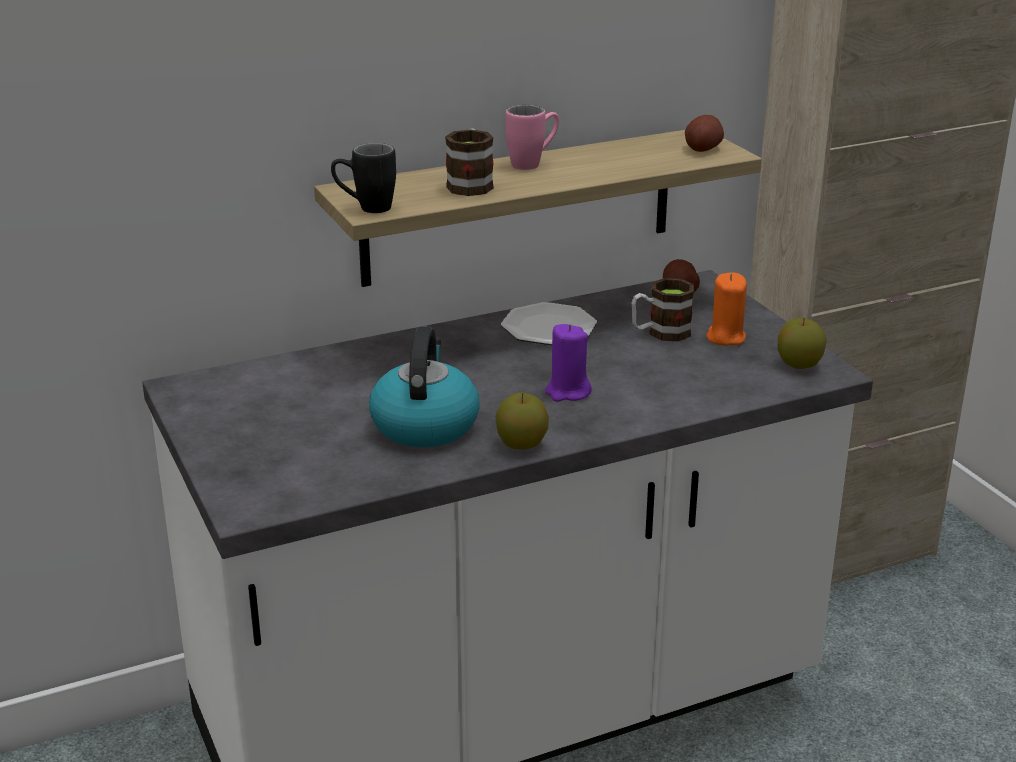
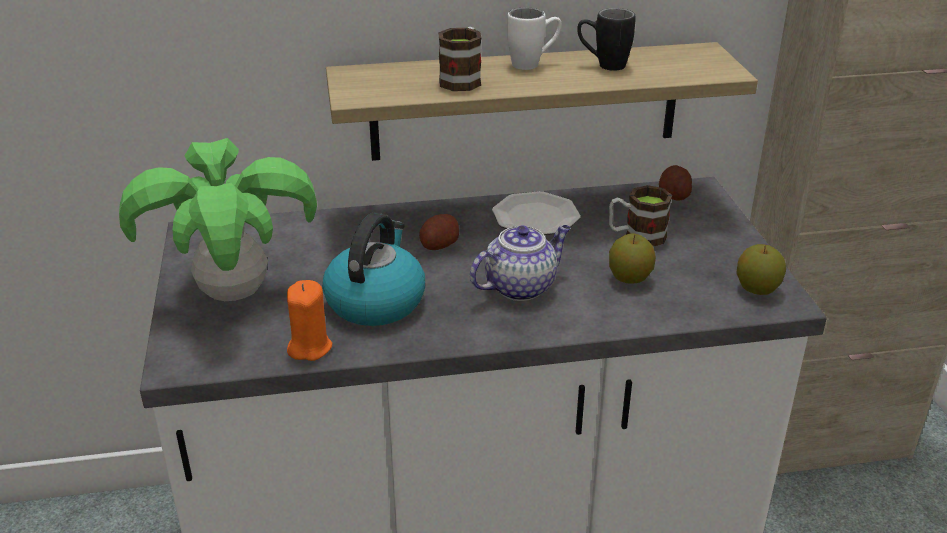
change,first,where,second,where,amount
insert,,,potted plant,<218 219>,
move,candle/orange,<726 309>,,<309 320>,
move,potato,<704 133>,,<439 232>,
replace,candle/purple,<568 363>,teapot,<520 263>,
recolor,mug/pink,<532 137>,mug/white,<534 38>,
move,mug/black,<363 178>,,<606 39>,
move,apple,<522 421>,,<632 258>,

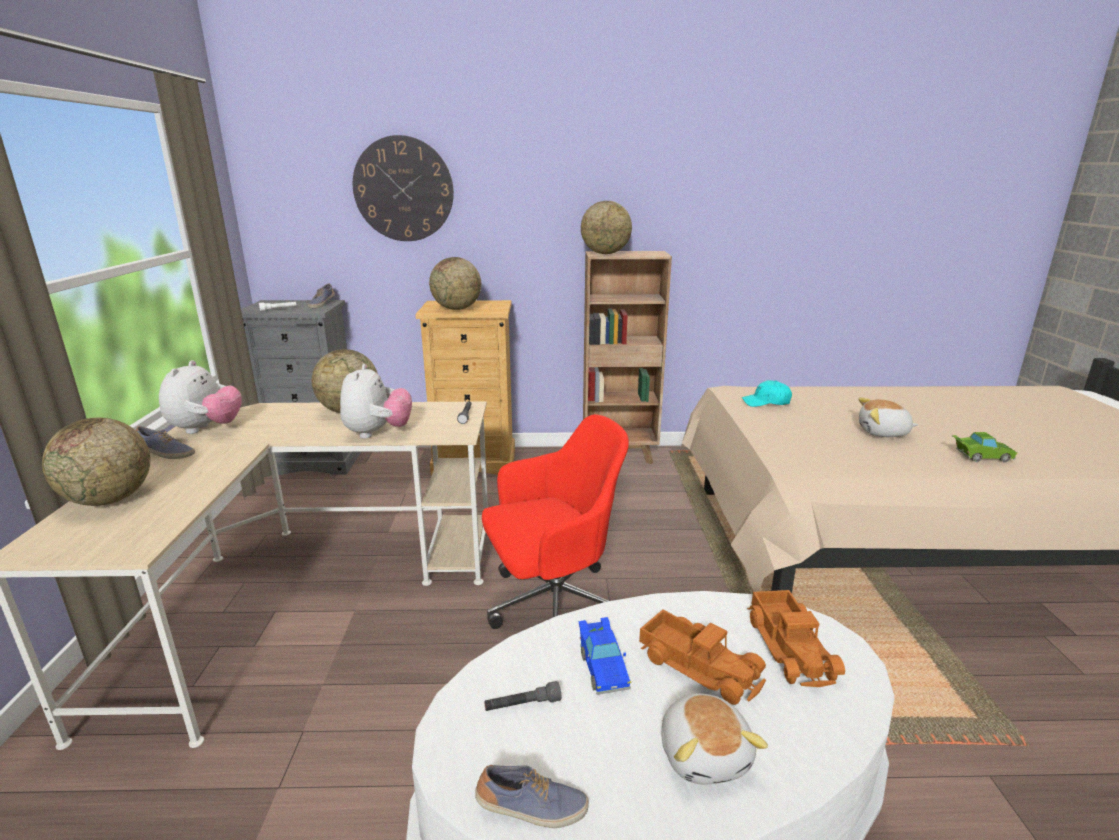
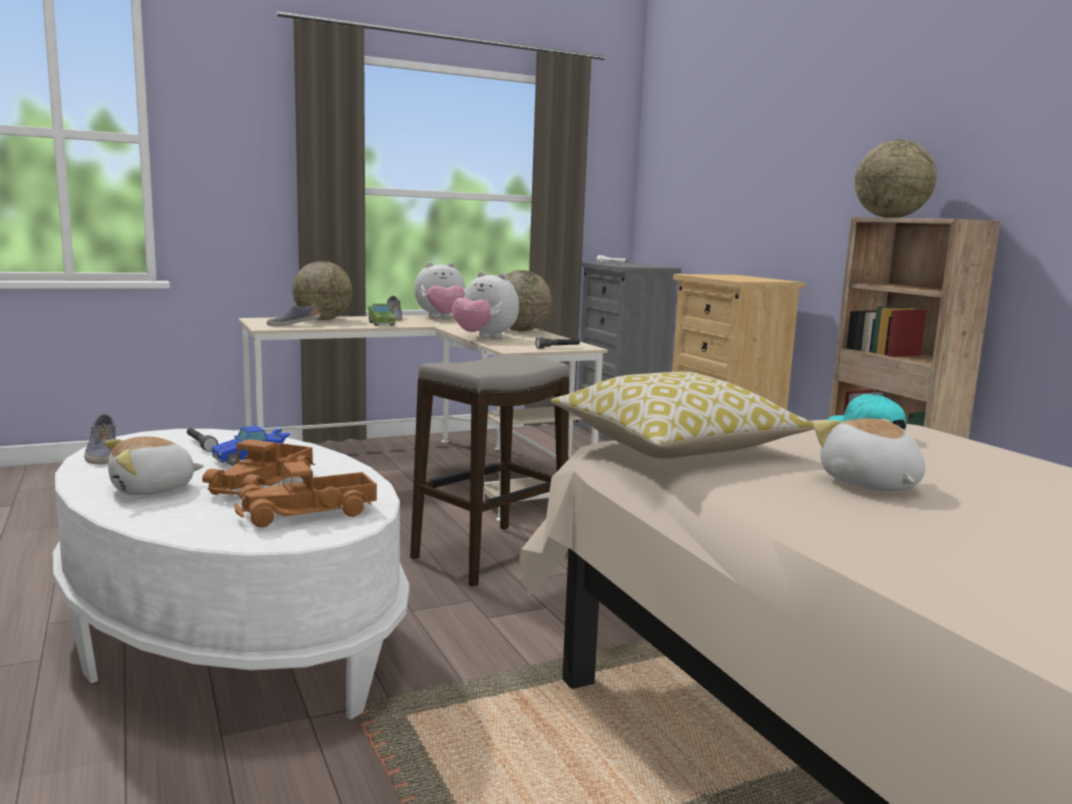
change,first,where,second,where,amount
move,shoe,<321 295>,,<293 314>,
move,toy car/green,<985 447>,,<381 315>,
replace,office chair/red,<555 521>,stool,<489 470>,
rotate,plush toy,<376 401>,,<485 305>,60 degrees clockwise
insert,,,pillow,<682 415>,
delete,wall clock,<403 188>,,,
delete,globe,<455 283>,,,

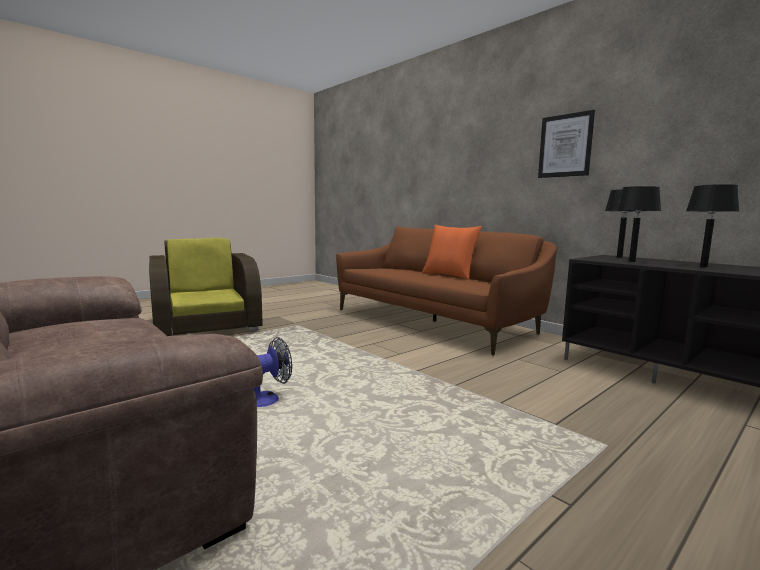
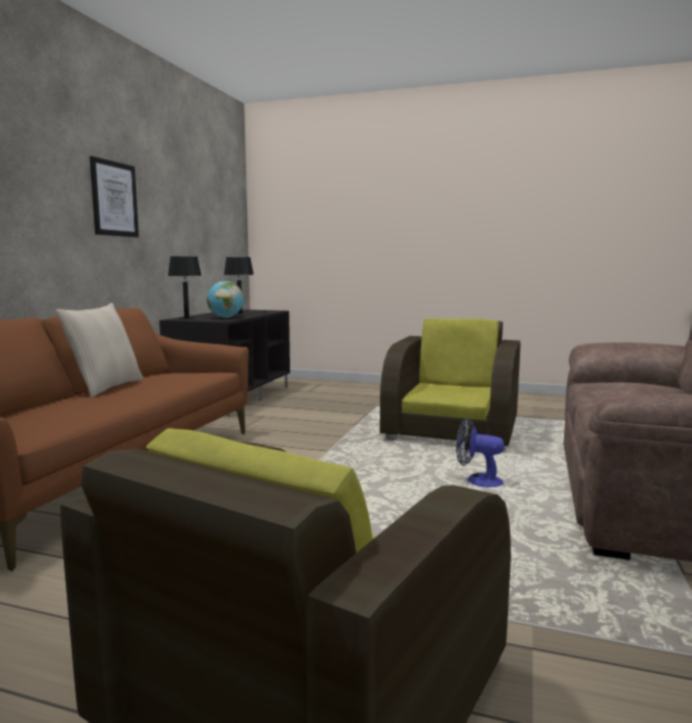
change,first,where,second,where,amount
recolor,pillow/orange,<452 252>,pillow/beige,<100 350>,
replace,table lamp/black,<638 224>,globe,<225 299>,
insert,,,armchair/brown,<450 384>,

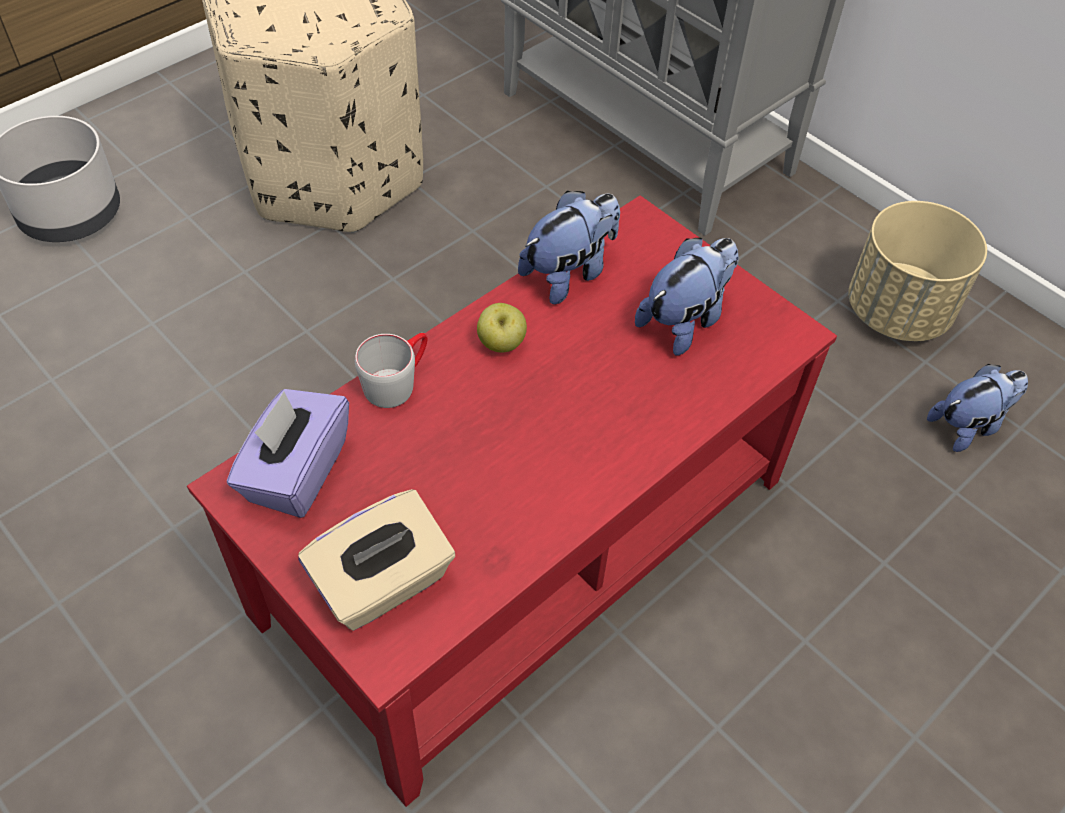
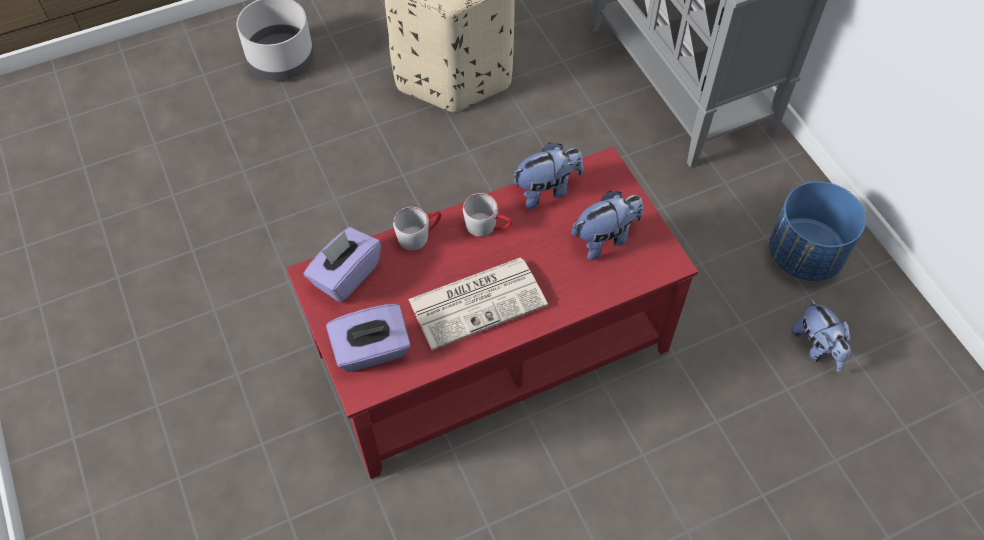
change,first,where,second,where,amount
recolor,tissue box/beige,<376 560>,tissue box/purple,<368 338>,
insert,,,newspaper,<478 304>,
replace,apple,<502 327>,mug/grey,<487 215>,
recolor,planter/beige,<917 271>,planter/blue,<817 231>,
rotate,plush toy,<977 408>,,<821 335>,75 degrees clockwise

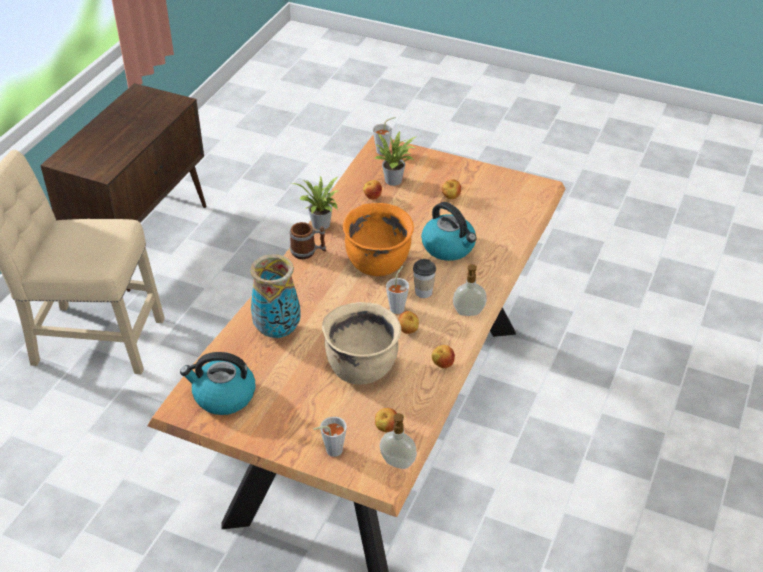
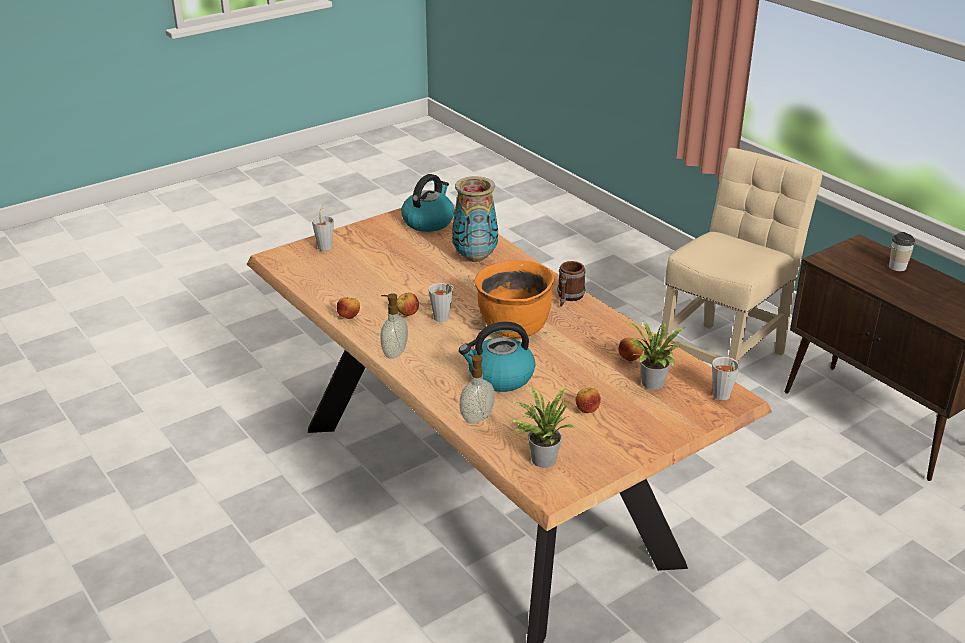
change,first,where,second,where,amount
move,soap dispenser,<398 441>,,<477 389>,
move,potted plant,<315 203>,,<542 426>,
move,cup,<424 278>,,<902 251>,
delete,cooking pot/beige,<361 343>,,,
delete,apple,<386 420>,,,

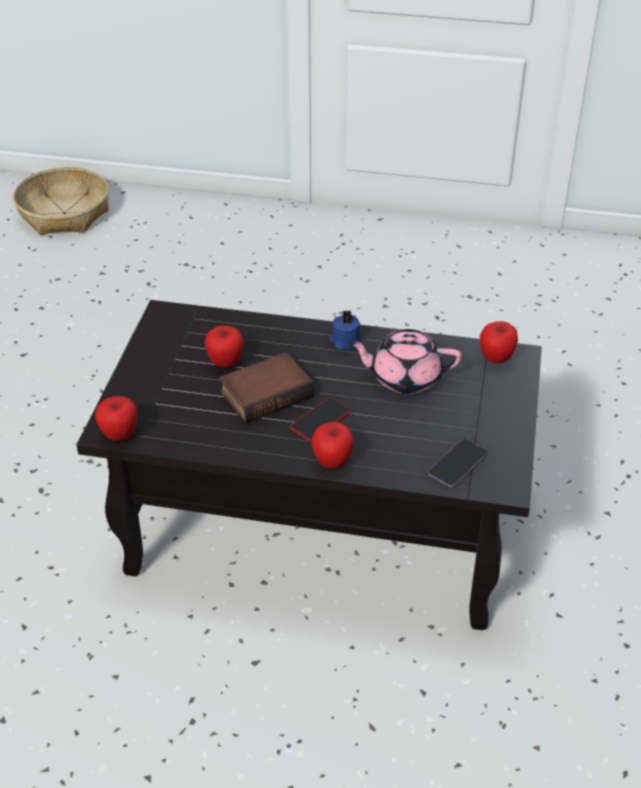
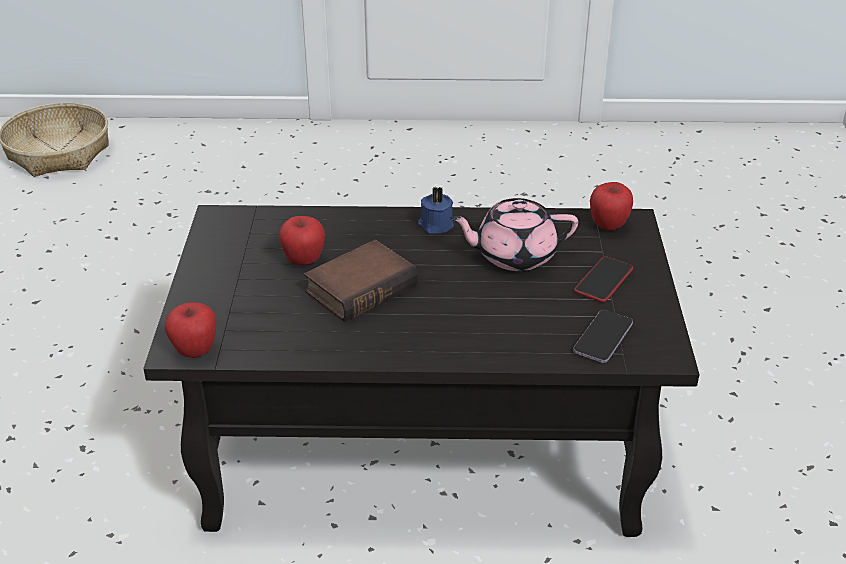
change,first,where,second,where,amount
move,phone,<320 419>,,<603 279>,
delete,apple,<333 445>,,,

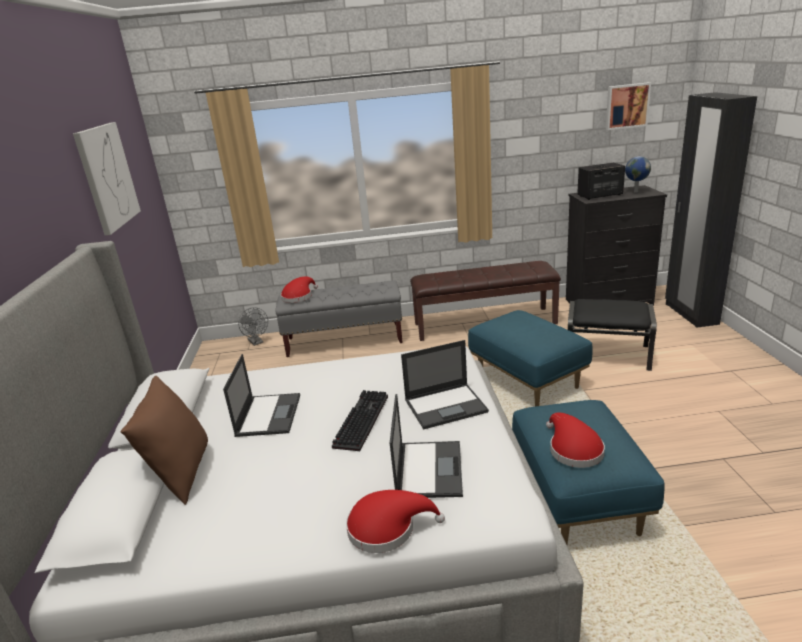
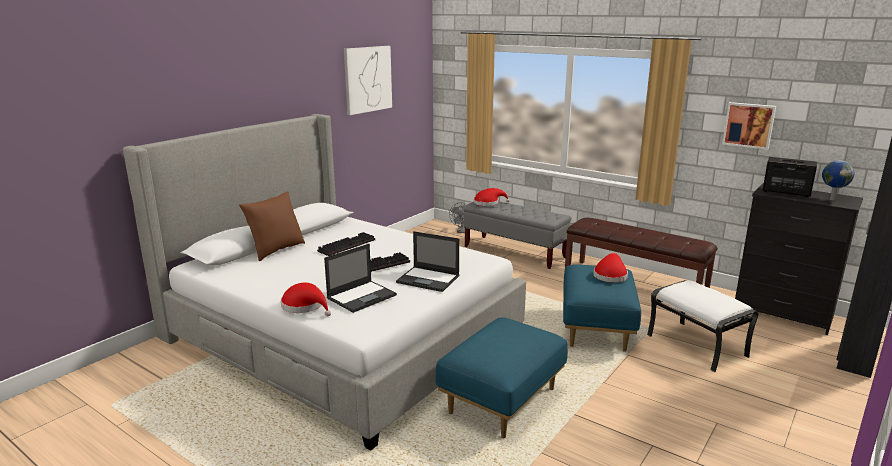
change,first,where,second,where,amount
replace,laptop,<261 395>,keyboard,<346 244>,
move,hat/red,<575 440>,,<610 268>,
recolor,ottoman/black,<612 335>,ottoman/white,<702 326>,
move,picture,<628 106>,,<749 126>,

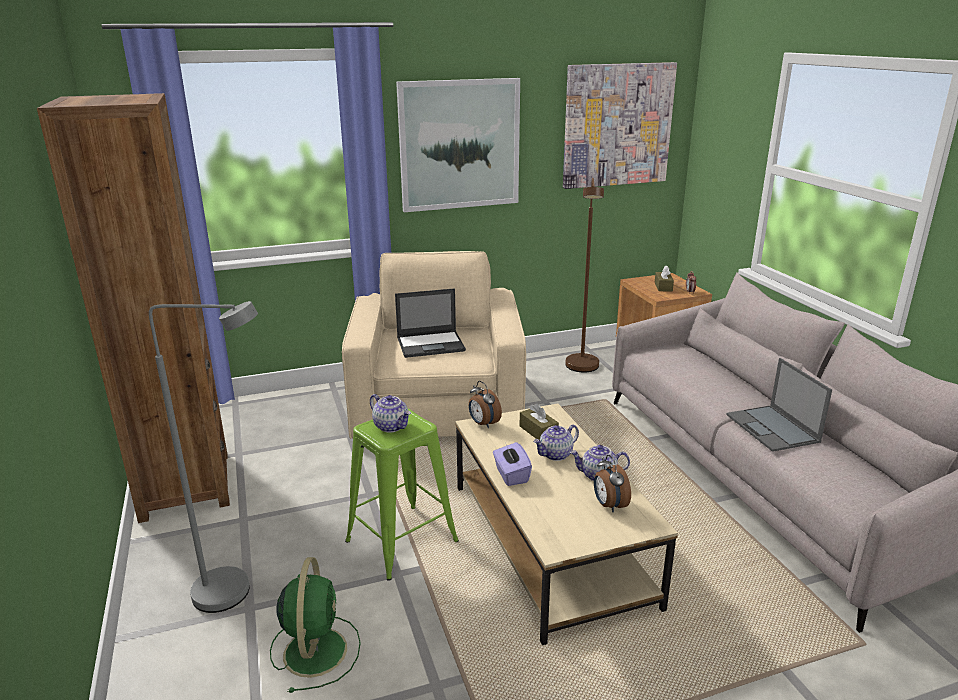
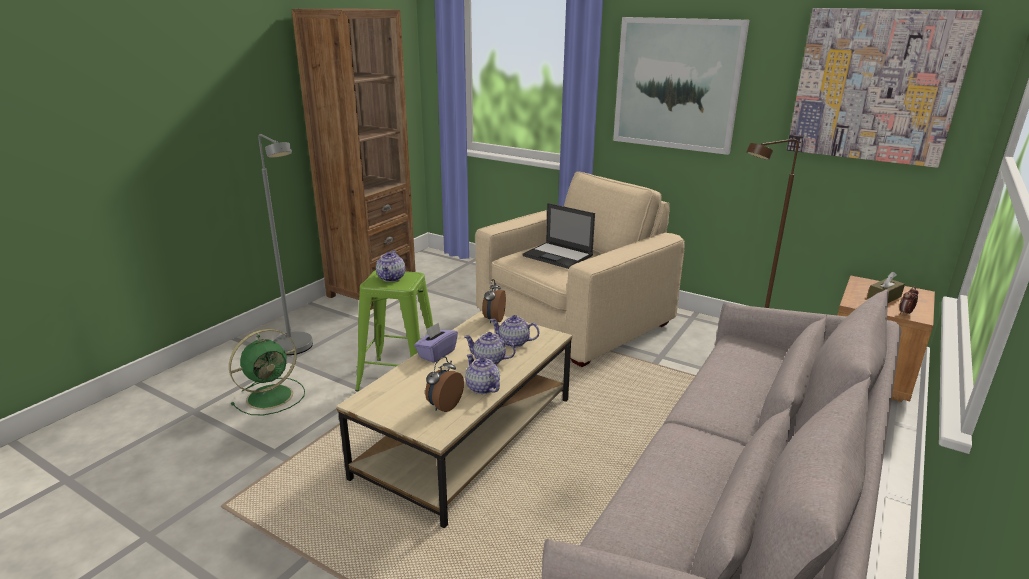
change,first,where,second,where,amount
replace,tissue box/brown,<539 421>,teapot,<515 331>,
delete,laptop,<779 405>,,,

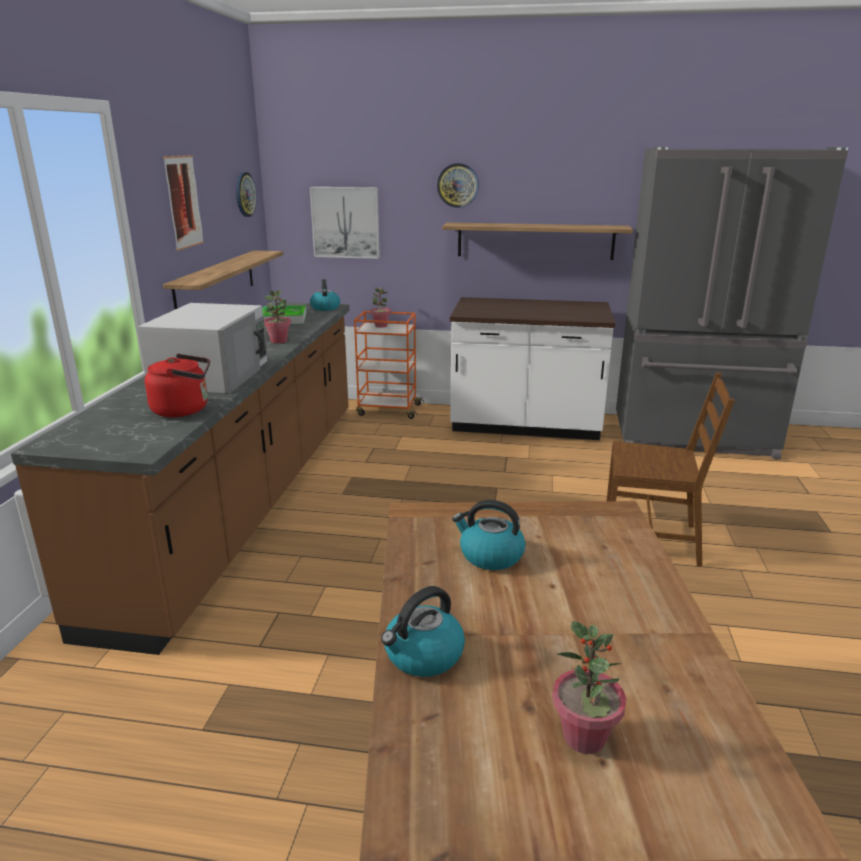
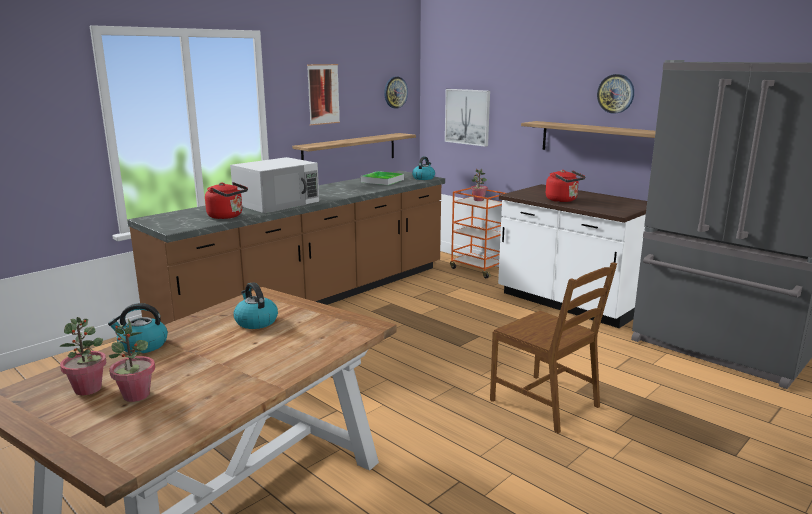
change,first,where,second,where,amount
move,potted plant,<277 316>,,<82 356>,
insert,,,kettle/red,<566 186>,
move,wall clock,<458 185>,,<615 94>,

